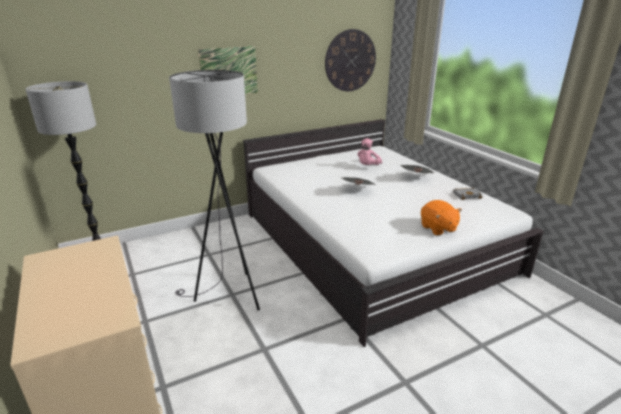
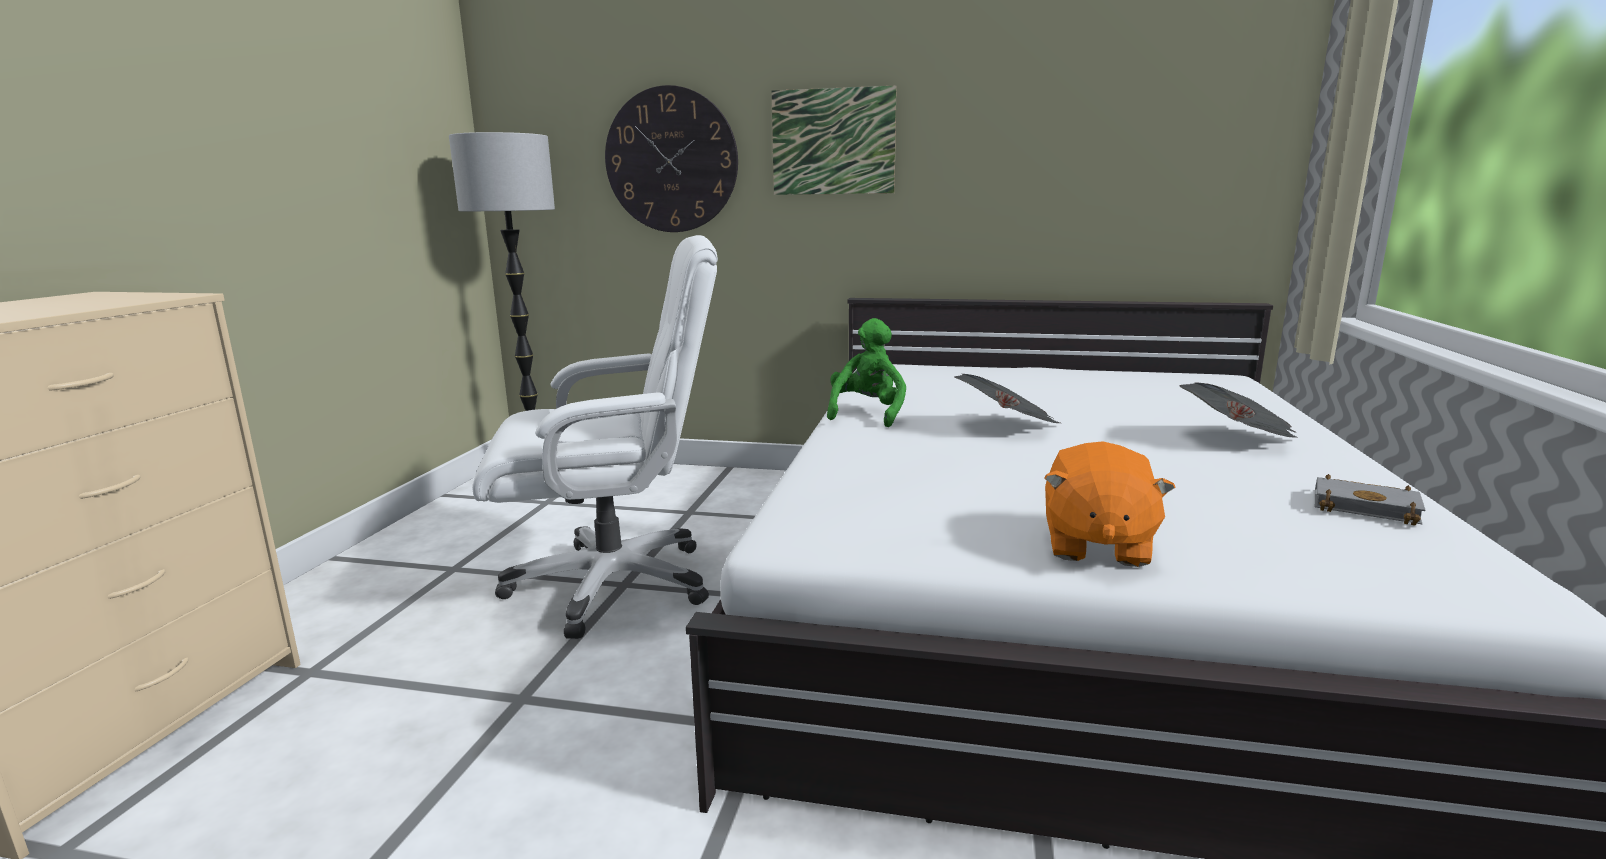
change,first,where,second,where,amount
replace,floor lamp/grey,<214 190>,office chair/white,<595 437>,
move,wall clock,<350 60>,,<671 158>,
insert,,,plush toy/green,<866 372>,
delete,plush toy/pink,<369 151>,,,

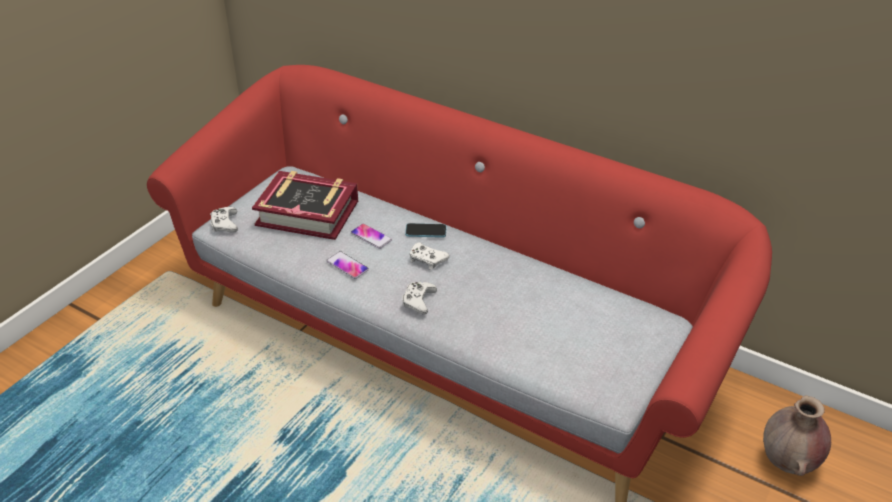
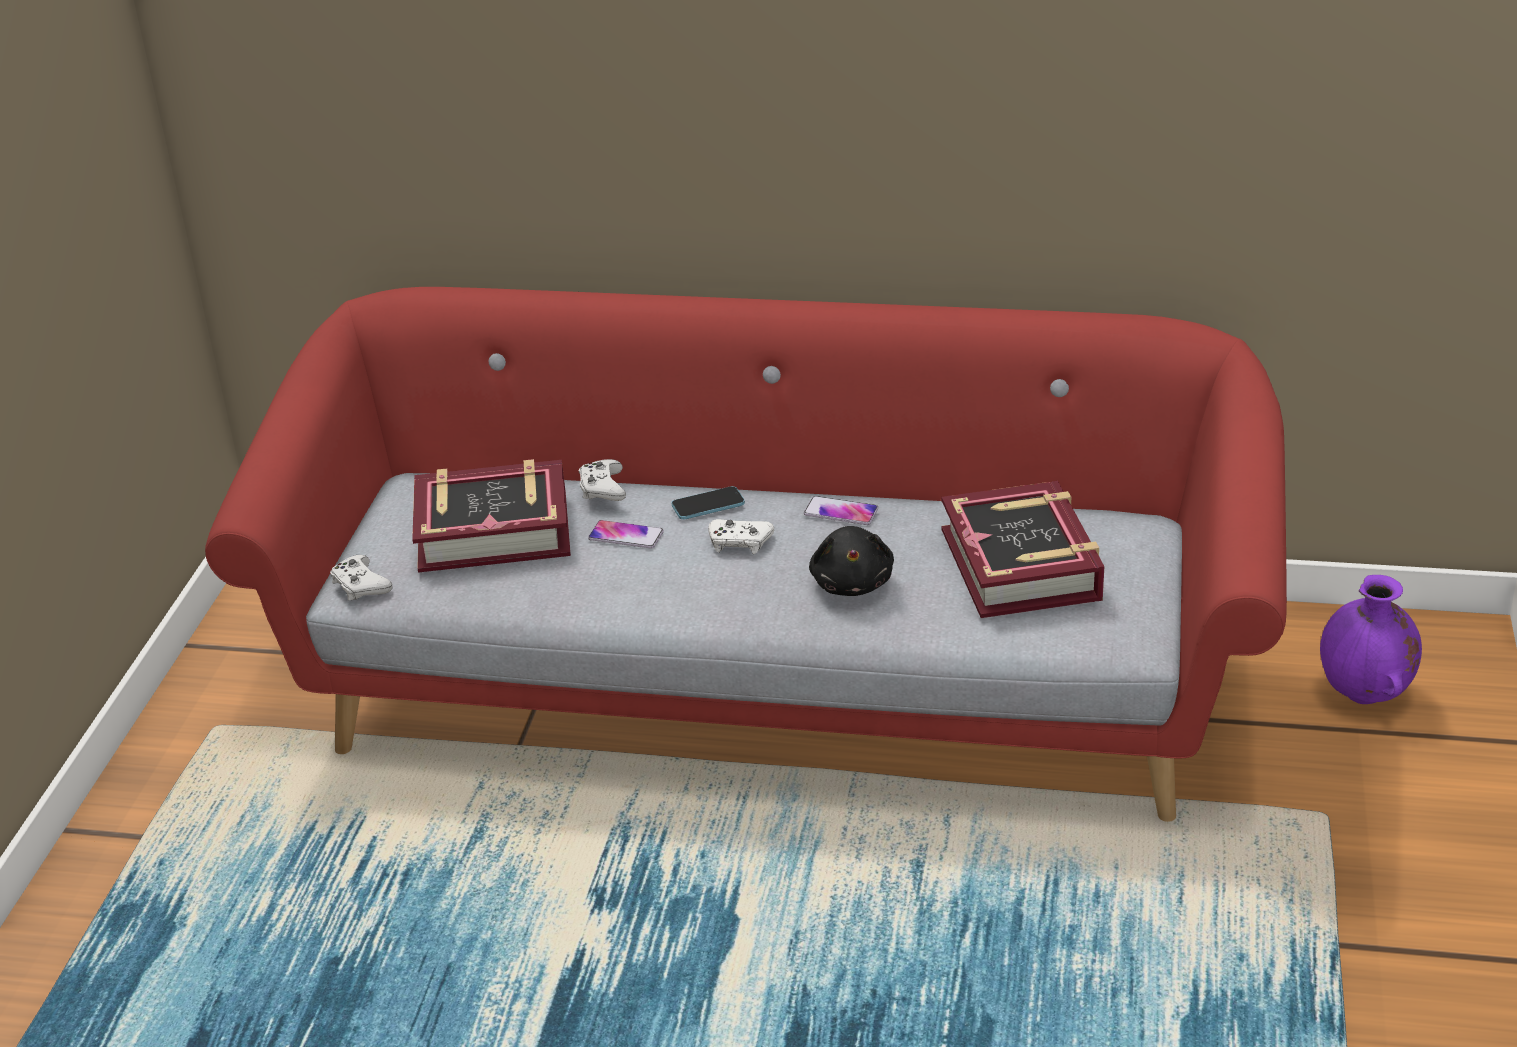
change,first,where,second,where,amount
move,game controller/white,<419 298>,,<602 480>,
move,phone,<347 265>,,<841 510>,
insert,,,plush toy/black,<851 561>,
insert,,,book,<1023 549>,
recolor,vase/brown,<797 436>,vase/purple,<1371 639>,

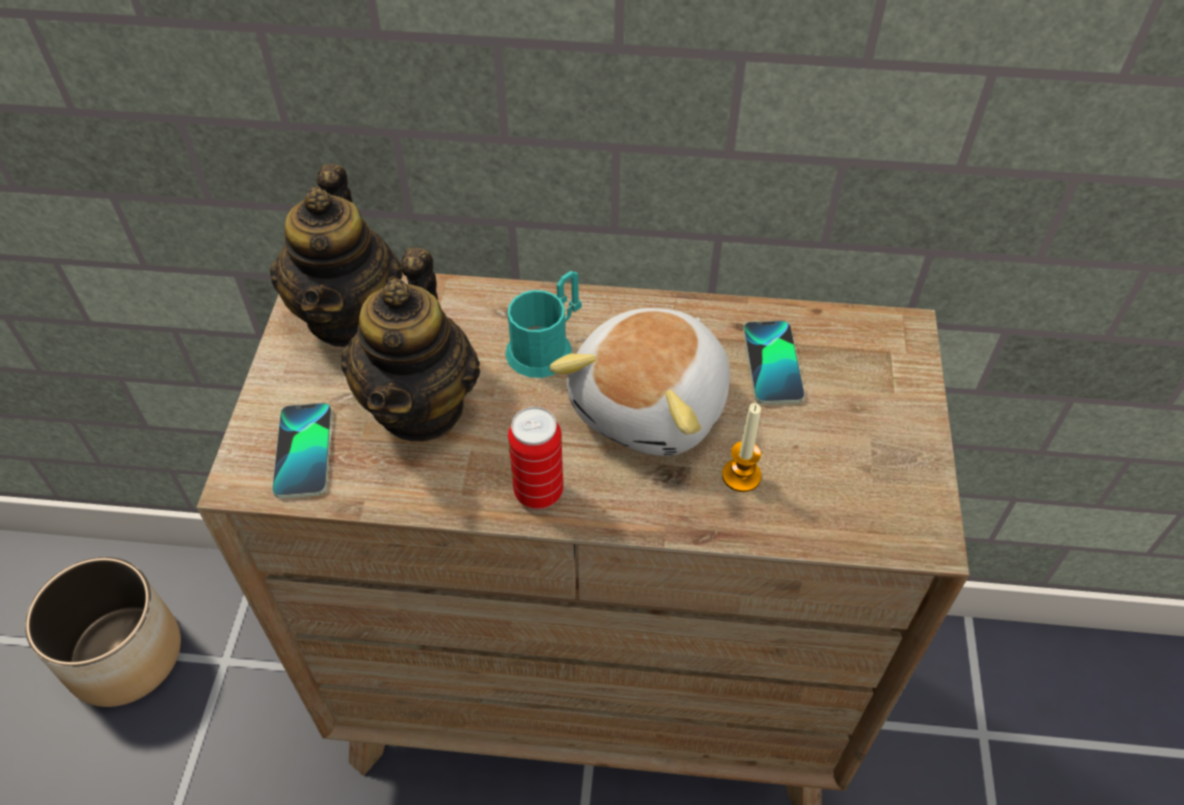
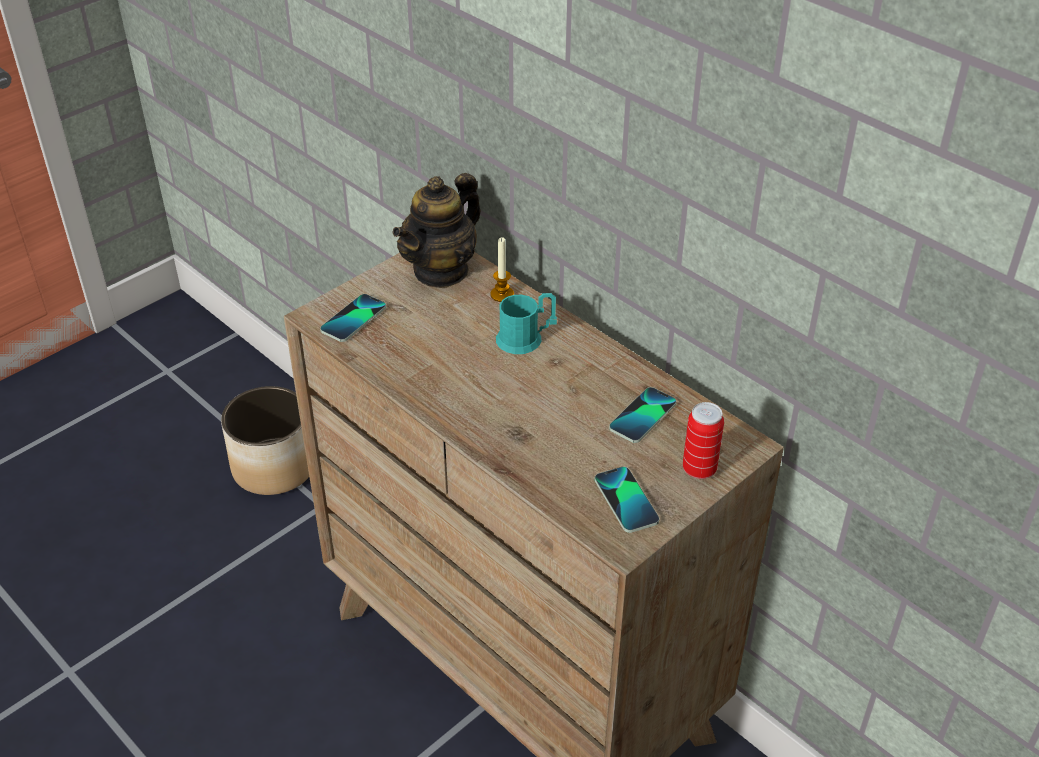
change,first,where,second,where,amount
move,candle,<741 447>,,<502 269>,
insert,,,phone,<627 500>,
move,can,<535 458>,,<703 440>,
delete,teapot,<410 345>,,,
delete,plush toy,<639 382>,,,

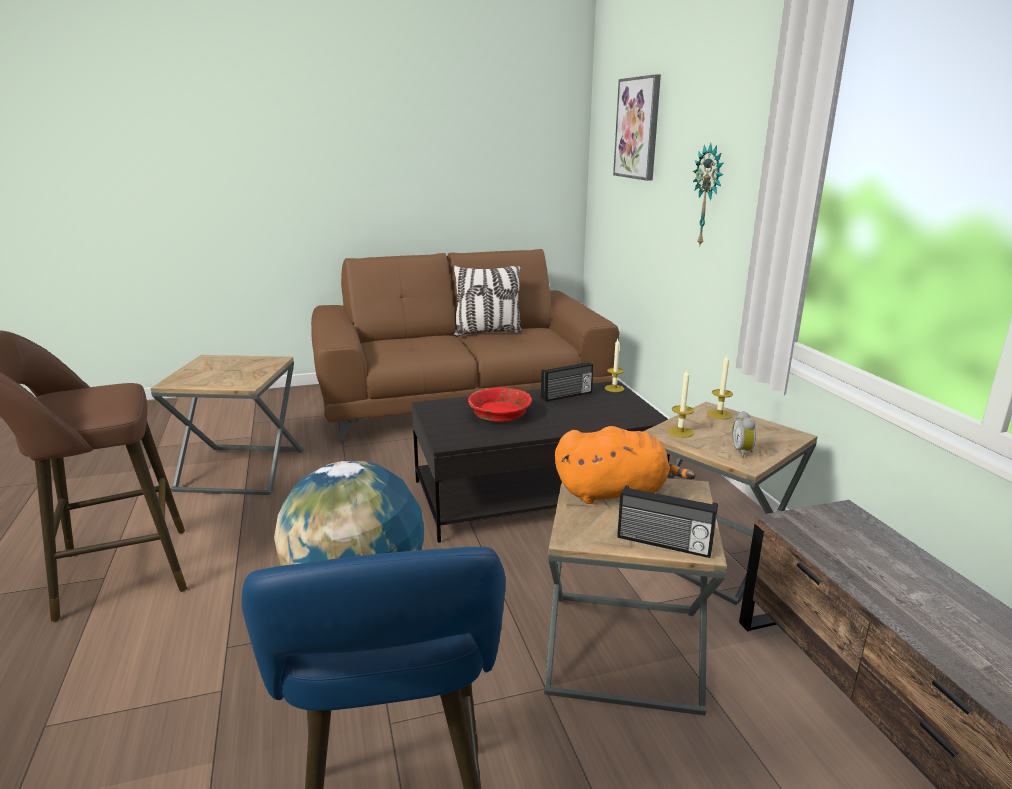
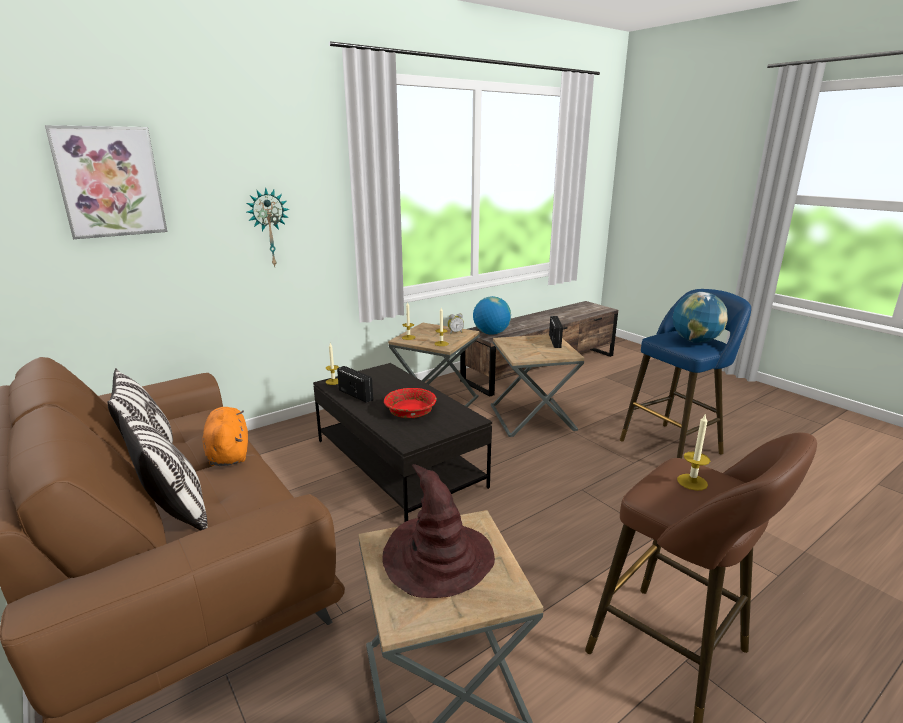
change,first,where,second,where,amount
insert,,,pillow,<163 470>,
move,plush toy/orange,<625 465>,,<225 436>,
insert,,,hat/brown,<439 531>,
insert,,,globe,<492 315>,
insert,,,candle,<693 452>,

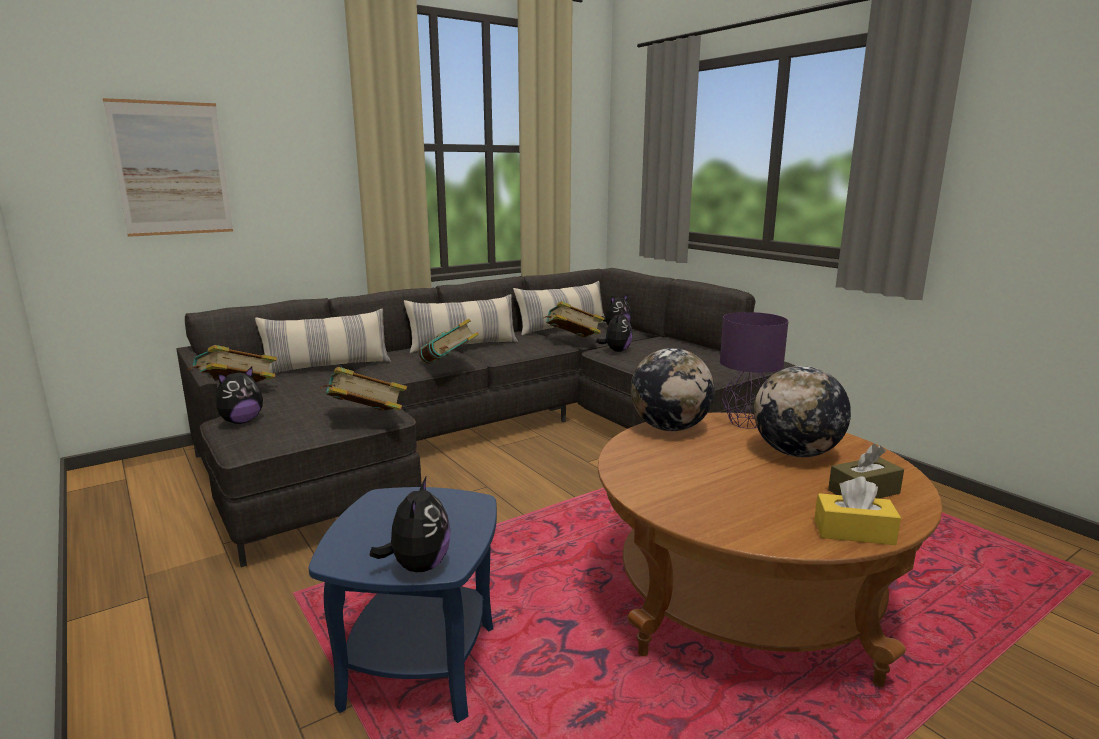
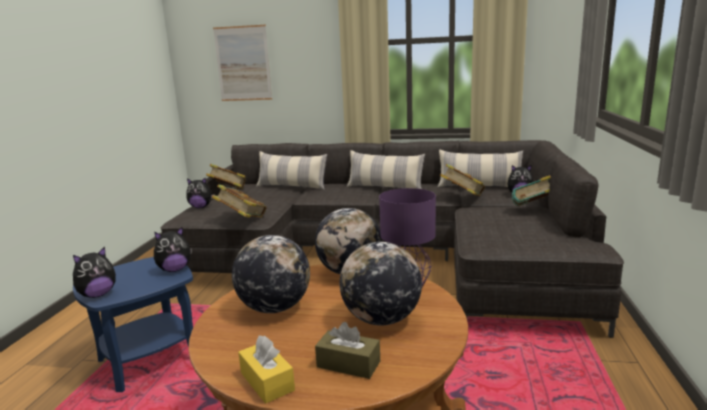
change,first,where,second,where,amount
move,plush toy,<614 331>,,<173 249>,
insert,,,globe,<271 274>,
move,book,<449 341>,,<531 190>,

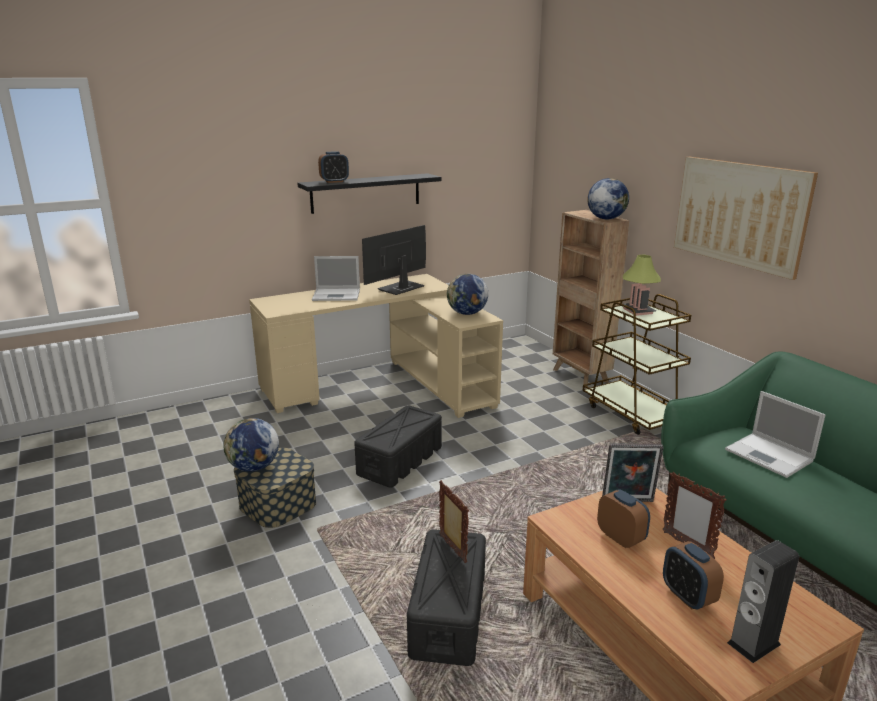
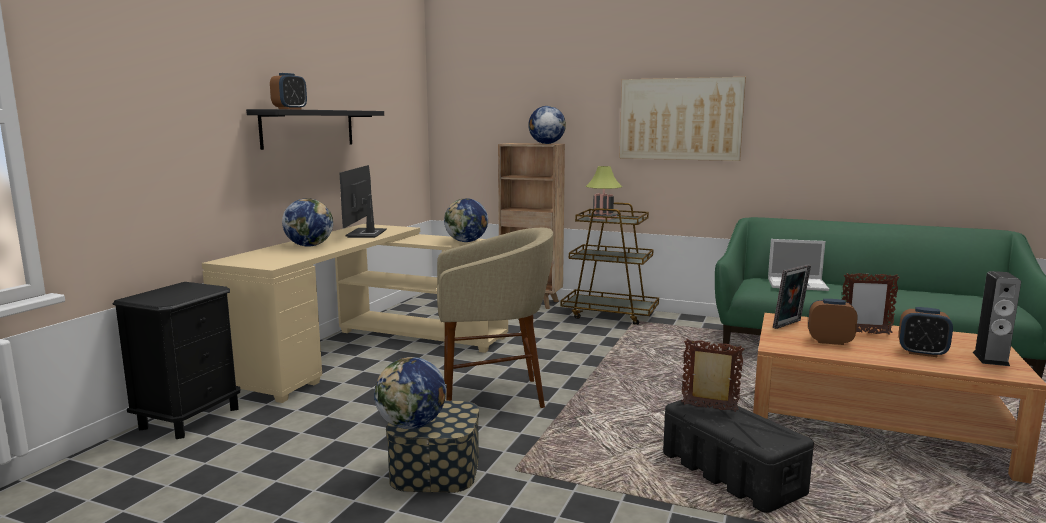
change,first,where,second,where,amount
insert,,,nightstand/black,<176 360>,
replace,laptop,<336 278>,globe,<307 222>,
replace,storage box/black,<398 447>,stool/beige,<495 318>,

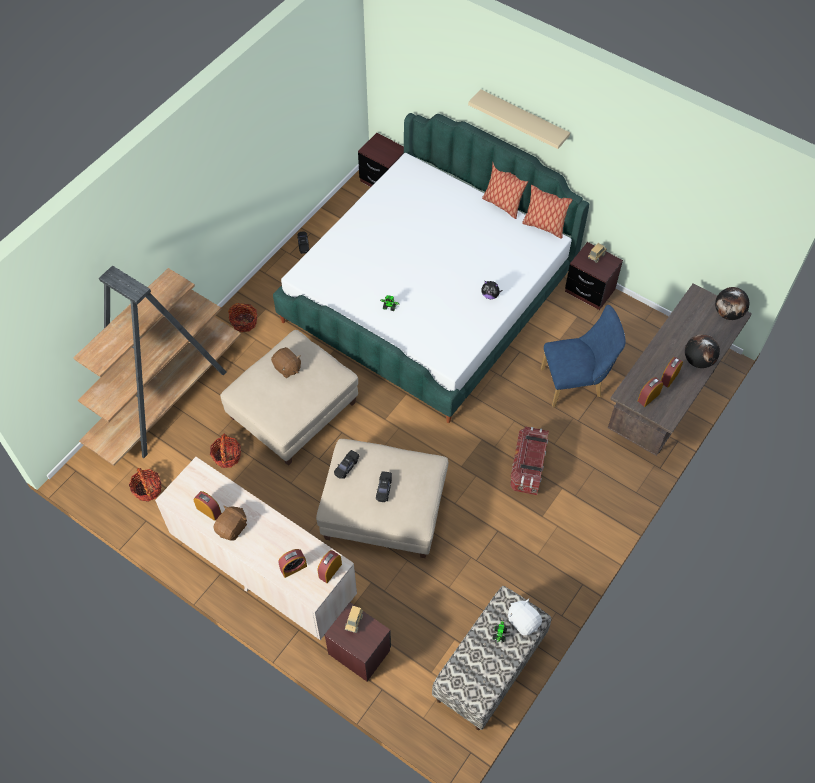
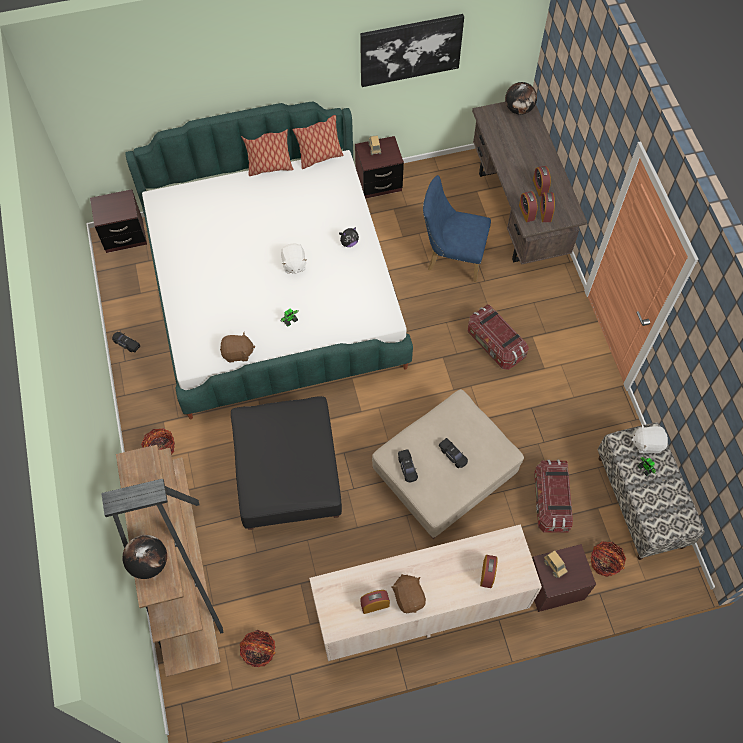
change,first,where,second,where,amount
move,globe,<702 351>,,<144 557>,
move,plush toy/brown,<286 362>,,<237 347>,
recolor,ottoman/beige,<289 398>,ottoman/black,<286 463>,
insert,,,plush toy/white,<294 259>,
insert,,,picture,<412 50>,
rotate,chair/blue,<583 356>,,<457 228>,105 degrees counterclockwise
move,alarm clock,<329 566>,,<528 206>,
insert,,,storage box,<553 496>,
move,basket,<225 451>,,<608 559>,
delete,shelf/beige,<519 119>,,,

